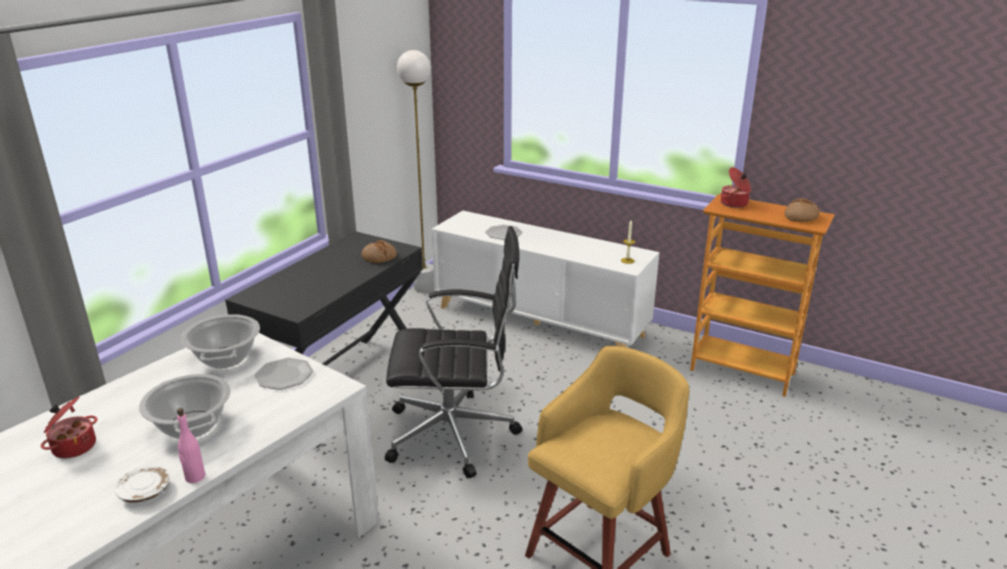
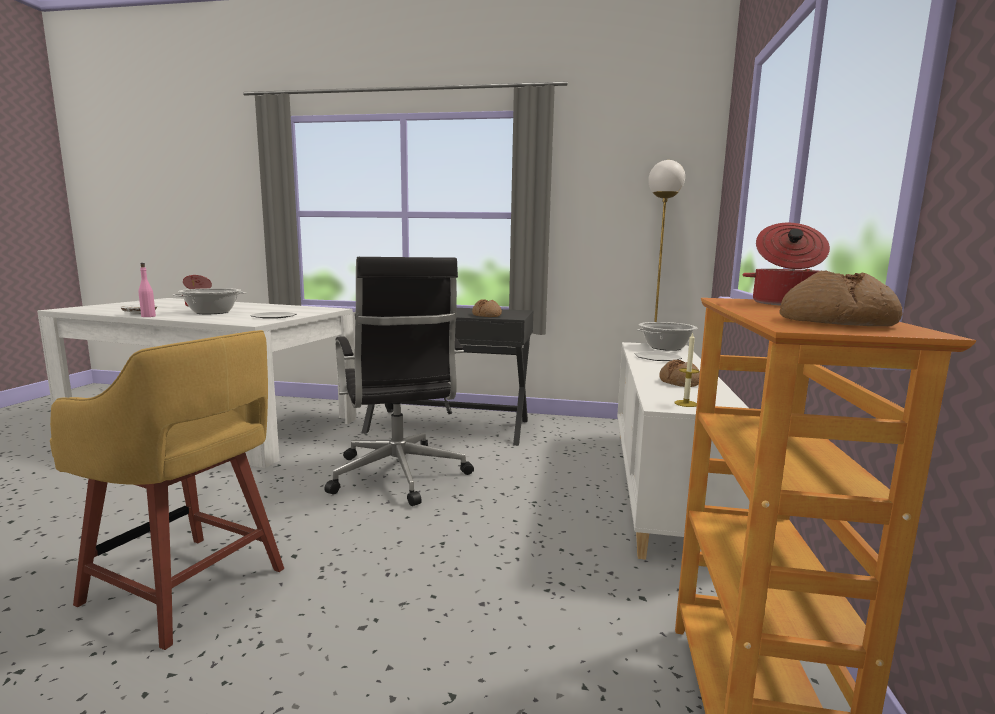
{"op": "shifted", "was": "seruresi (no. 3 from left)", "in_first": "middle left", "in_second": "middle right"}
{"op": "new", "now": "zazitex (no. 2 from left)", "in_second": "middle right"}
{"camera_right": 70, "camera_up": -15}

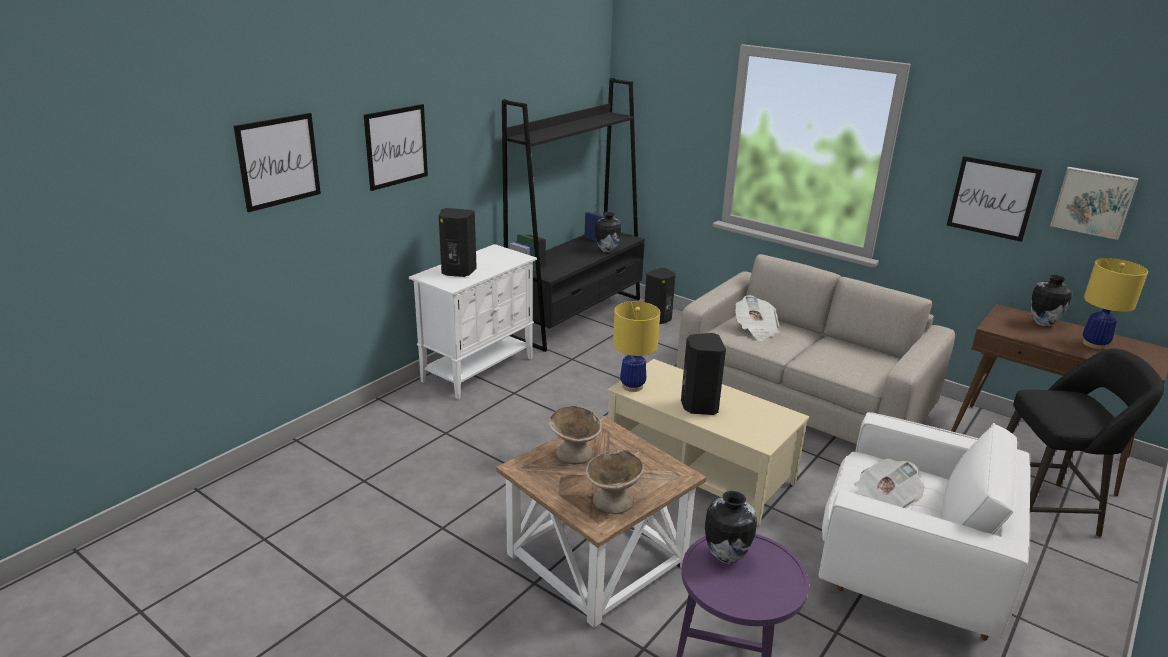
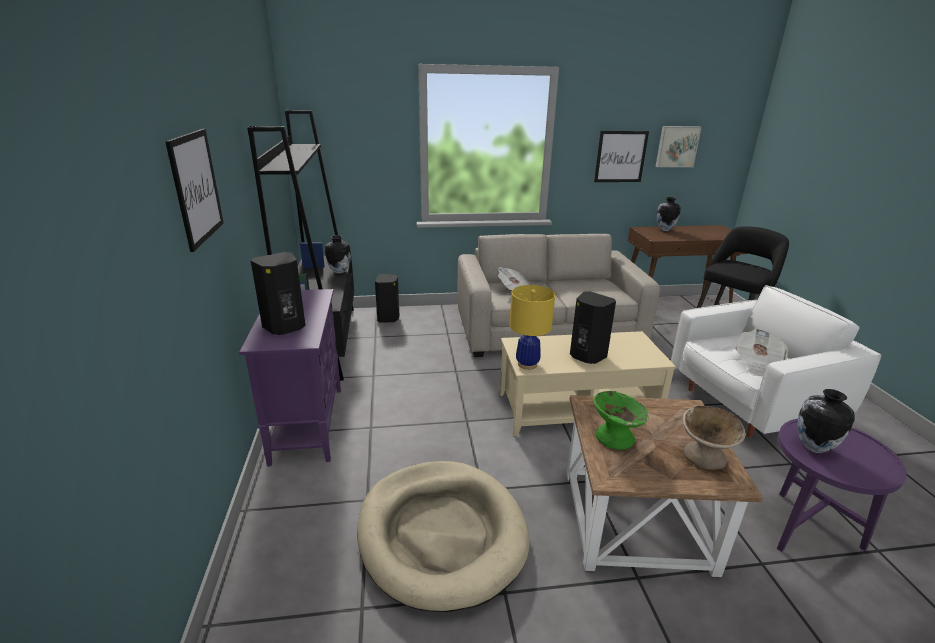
{"op": "repainted", "was": "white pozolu", "now": "purple pozolu", "in_first": "centre", "in_second": "middle left"}
{"op": "new", "now": "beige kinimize", "in_second": "bottom centre"}
{"op": "repainted", "was": "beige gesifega (no. 1 from left)", "now": "green gesifega", "in_first": "centre", "in_second": "centre"}
{"op": "gone", "was": "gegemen (no. 1 from left)", "in_first": "top left"}
{"op": "gone", "was": "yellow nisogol (no. 2 from left)", "in_first": "middle right"}
{"camera_right": -45, "camera_up": 0}

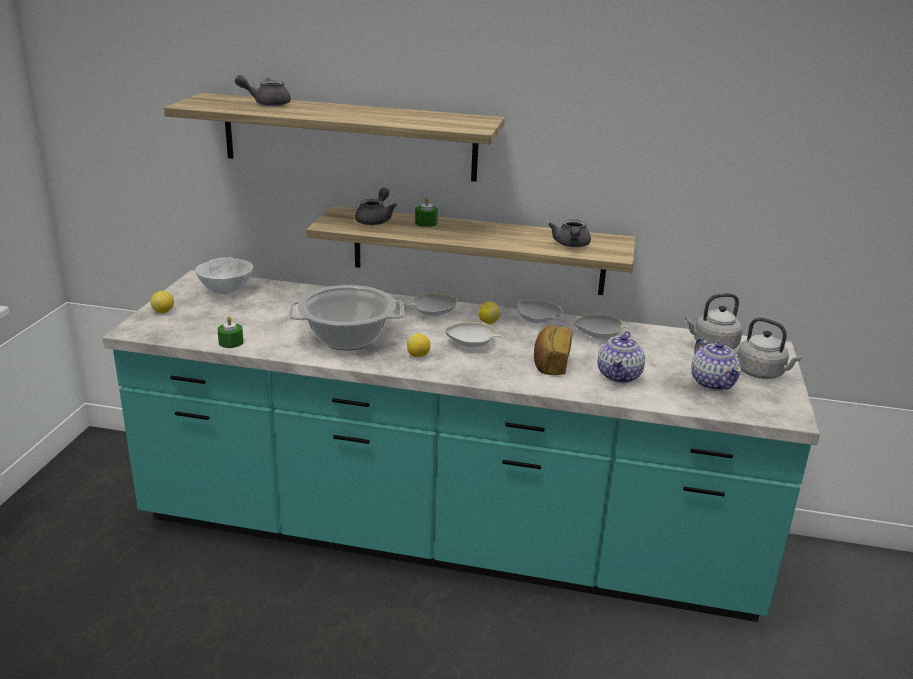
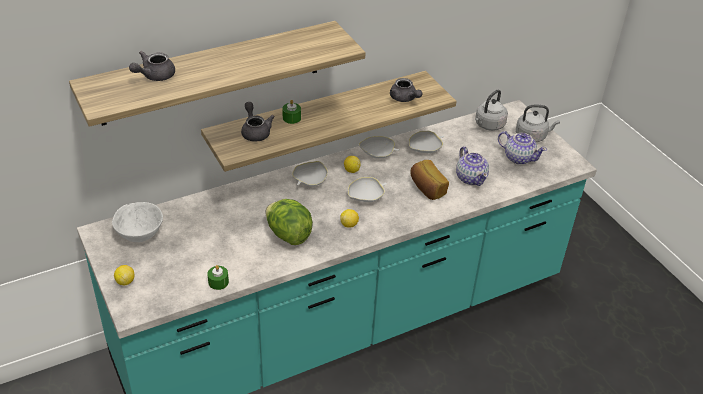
{"op": "swapped", "was": "seruresi", "now": "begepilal", "in_first": "centre", "in_second": "centre"}
{"camera_right": -40, "camera_up": 15}

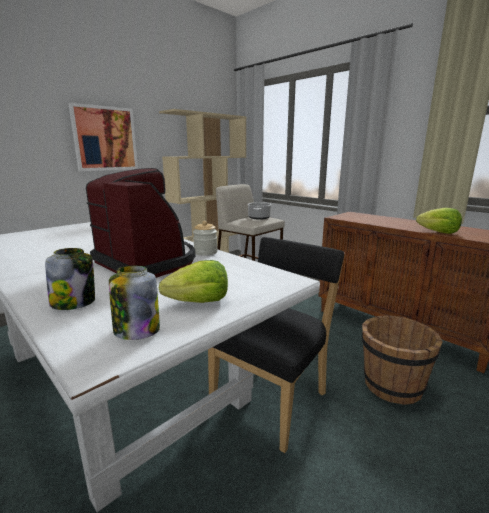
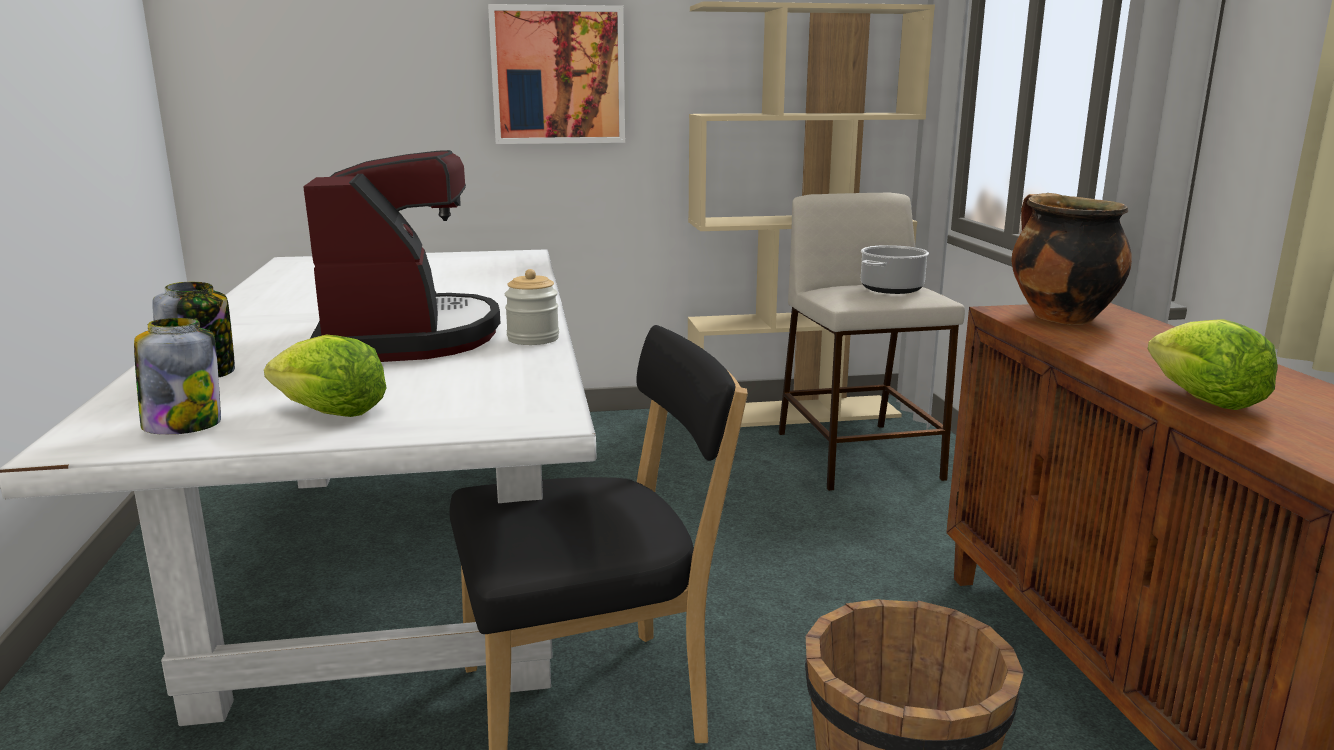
{"op": "new", "now": "seruresi (no. 2 from left)", "in_second": "middle right"}
{"camera_right": 35, "camera_up": 0}

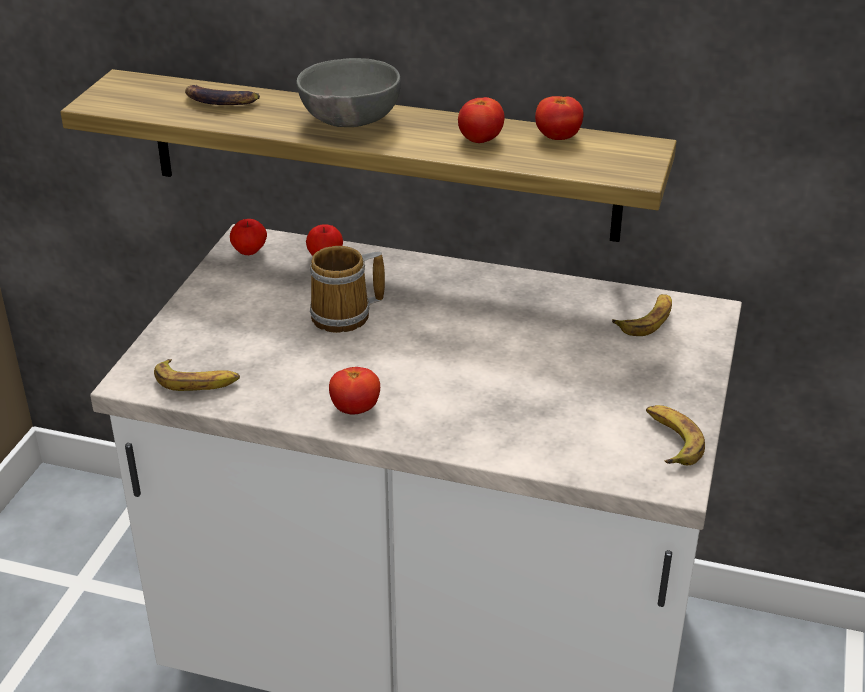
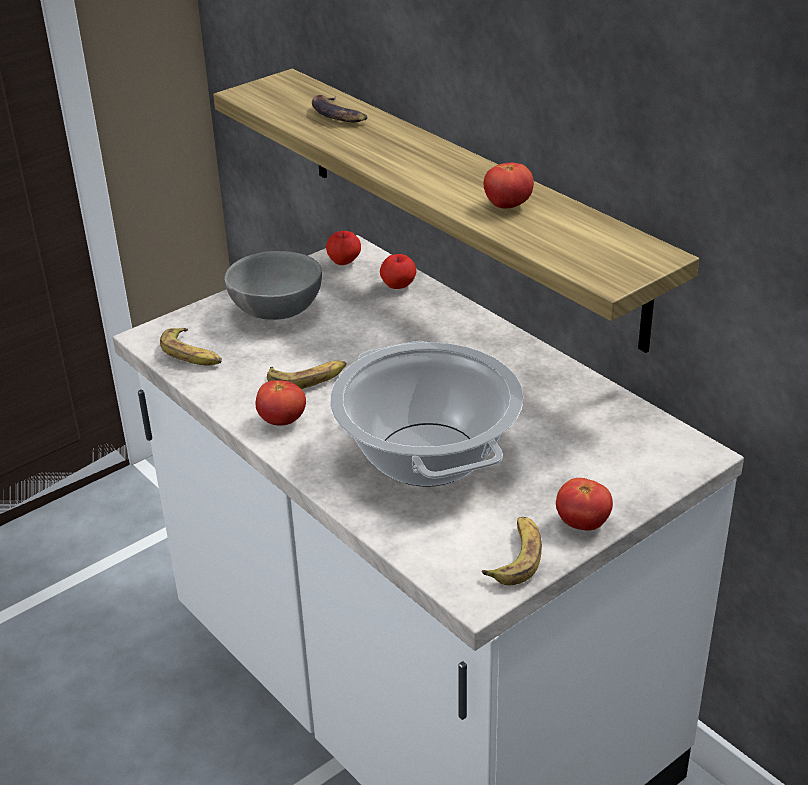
{"op": "shifted", "was": "grey gesifega", "in_first": "top centre", "in_second": "centre"}
{"op": "shifted", "was": "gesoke (no. 3 from left in the first image)", "now": "gesoke (no. 2 from left)", "in_first": "middle right", "in_second": "centre"}
{"op": "new", "now": "seruresi", "in_second": "centre"}
{"op": "shifted", "was": "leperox (no. 3 from left)", "in_first": "top centre", "in_second": "middle right"}
{"op": "gone", "was": "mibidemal", "in_first": "centre"}
{"camera_right": 35, "camera_up": 0}

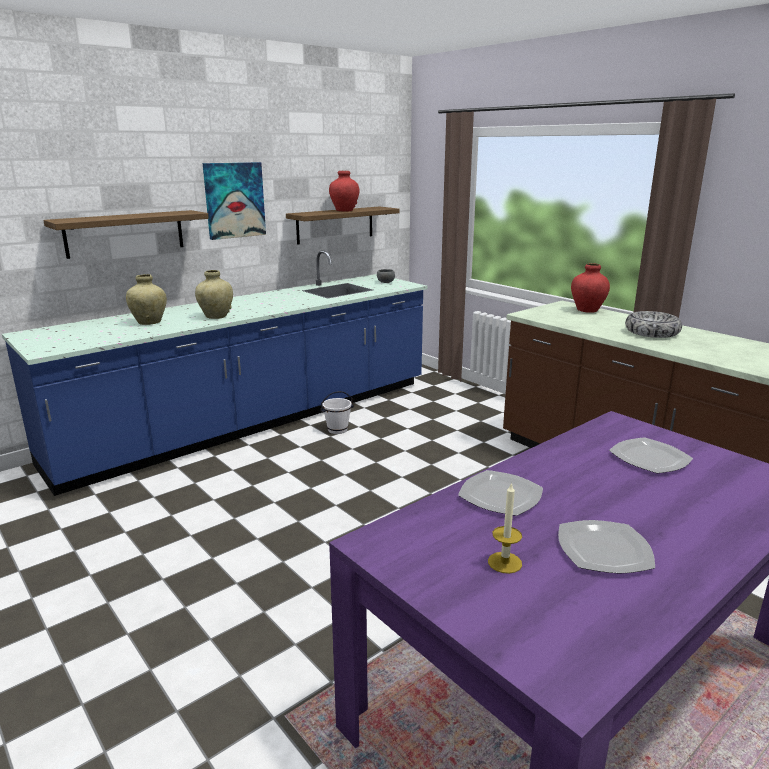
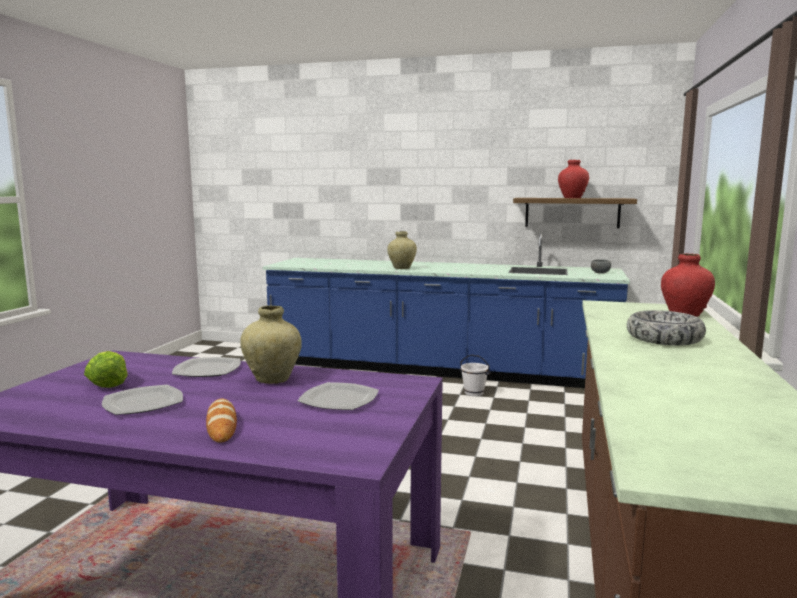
{"op": "swapped", "was": "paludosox", "now": "begepilal", "in_first": "bottom centre", "in_second": "middle left"}
{"op": "new", "now": "zazitex", "in_second": "bottom left"}
{"op": "shifted", "was": "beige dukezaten (no. 1 from left)", "in_first": "middle left", "in_second": "centre"}
{"op": "gone", "was": "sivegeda (no. 1 from left)", "in_first": "top left"}
{"op": "gone", "was": "gegemen", "in_first": "top left"}
{"camera_right": 55, "camera_up": -10}

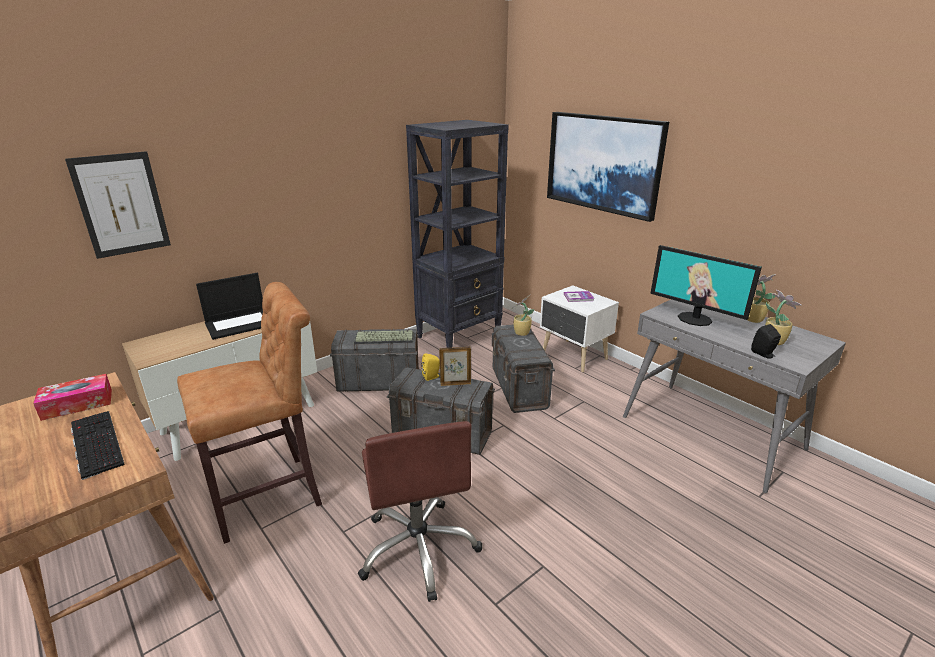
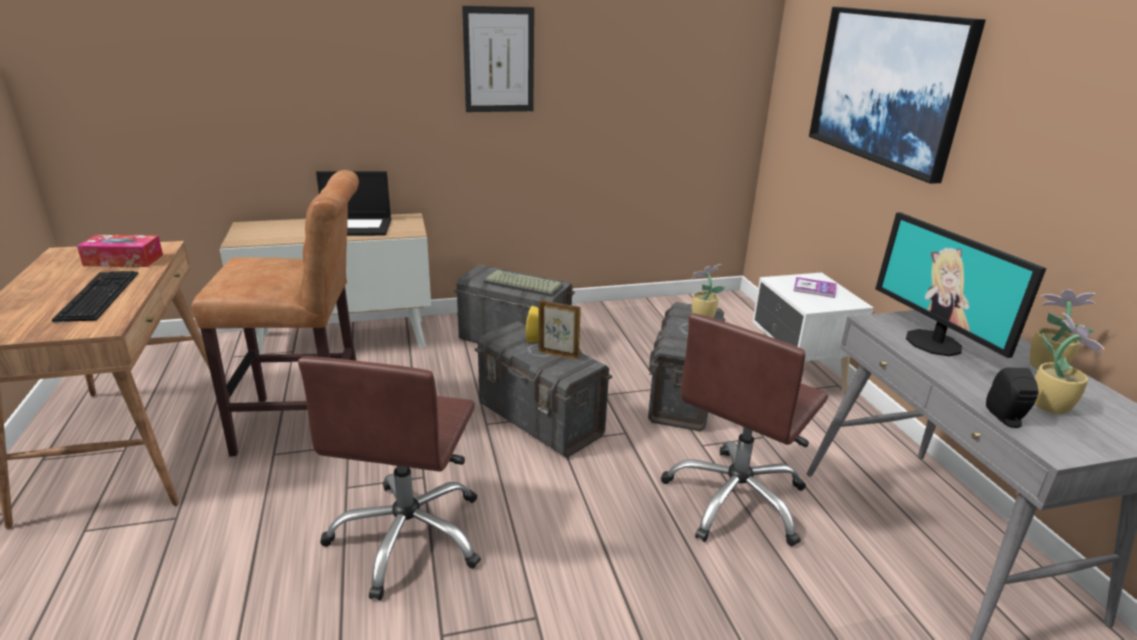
{"op": "shifted", "was": "gegemen (no. 1 from left)", "in_first": "top left", "in_second": "top centre"}
{"op": "new", "now": "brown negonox (no. 2 from left)", "in_second": "bottom centre"}
{"op": "gone", "was": "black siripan", "in_first": "centre"}
{"camera_right": 25, "camera_up": 0}

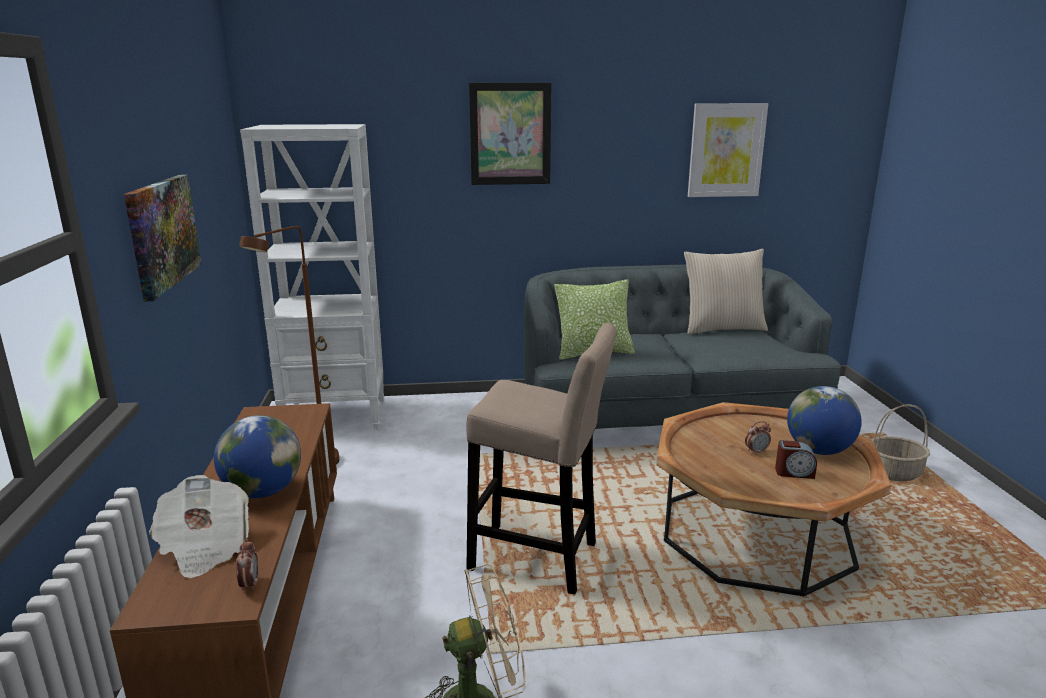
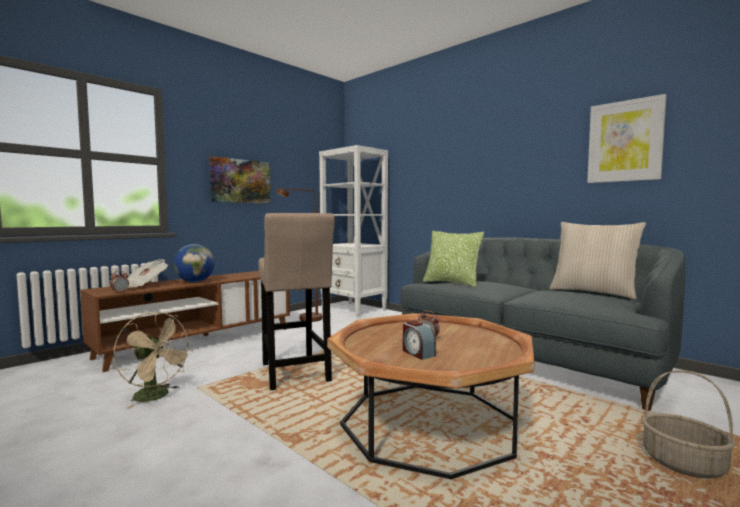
{"op": "gone", "was": "gegemen (no. 2 from left)", "in_first": "top centre"}
{"op": "gone", "was": "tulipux (no. 2 from left)", "in_first": "middle right"}
{"camera_right": 50, "camera_up": -15}

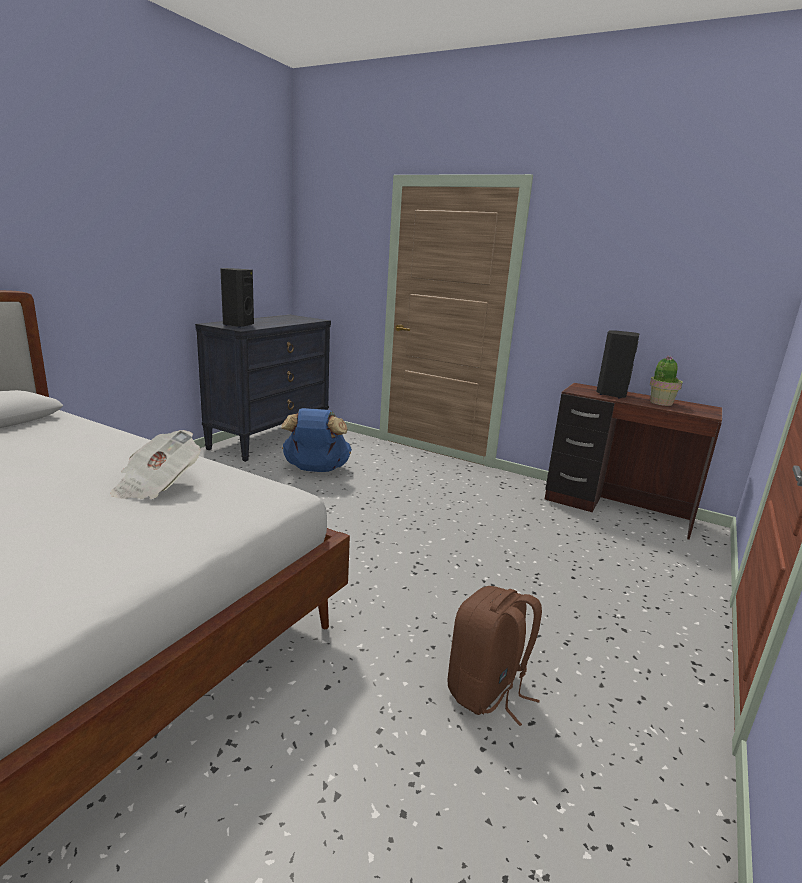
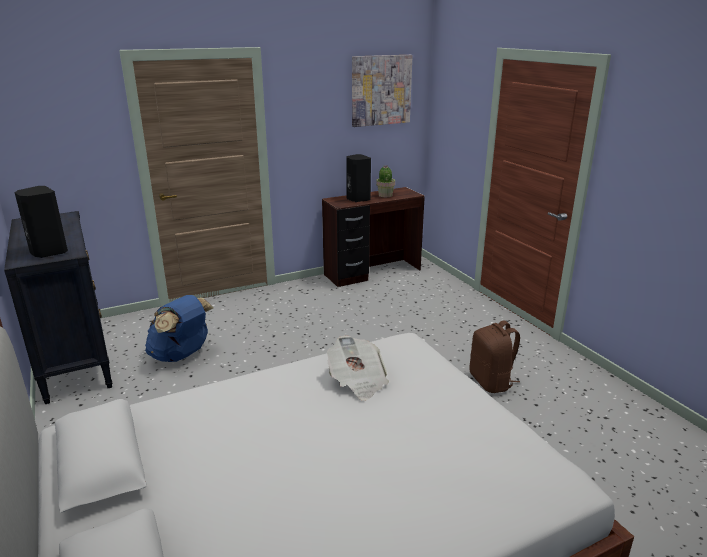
{"op": "new", "now": "gegemen", "in_second": "top centre"}
{"camera_right": -55, "camera_up": 5}

